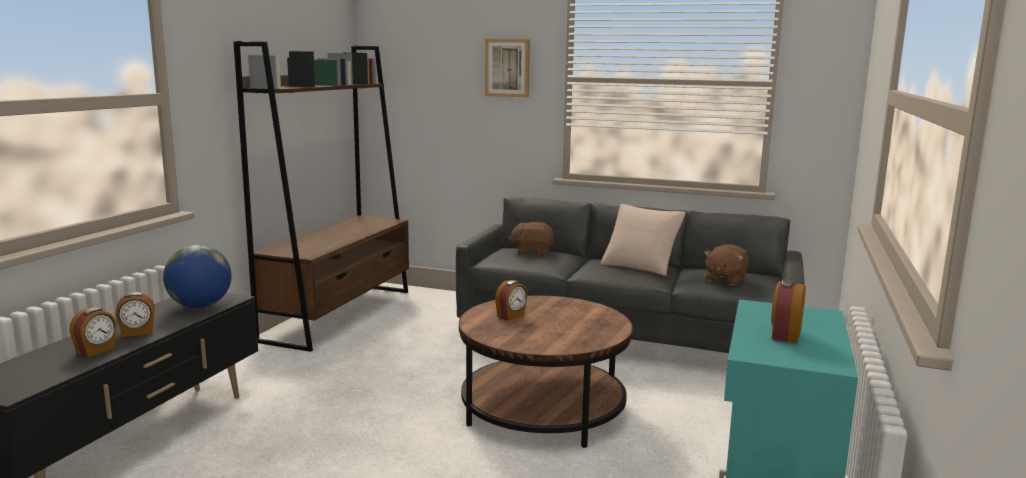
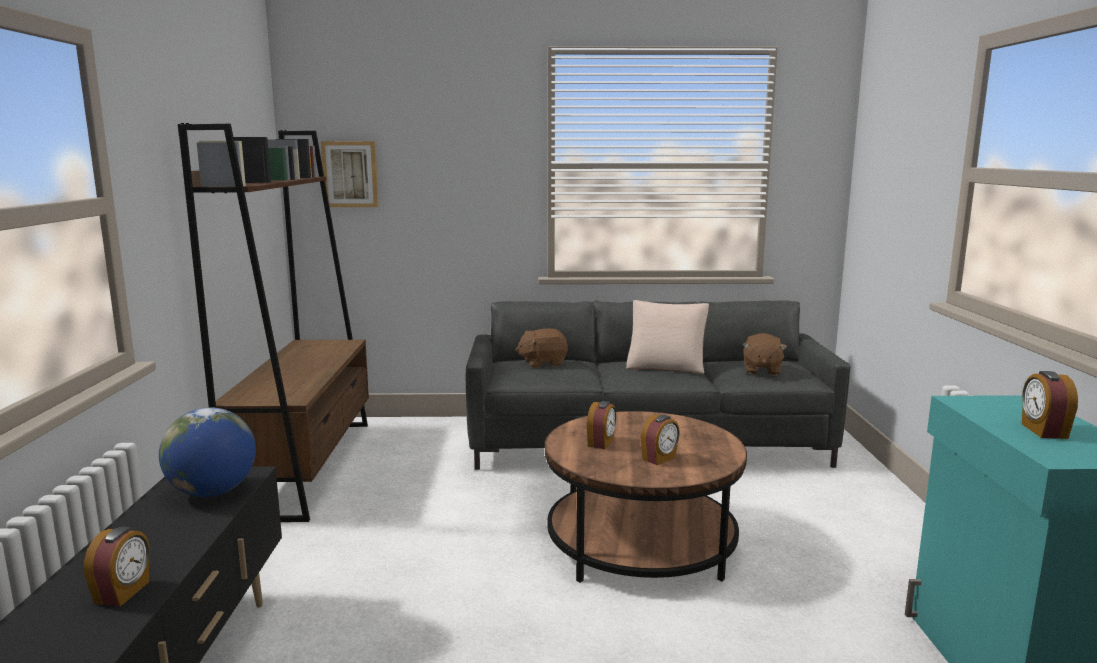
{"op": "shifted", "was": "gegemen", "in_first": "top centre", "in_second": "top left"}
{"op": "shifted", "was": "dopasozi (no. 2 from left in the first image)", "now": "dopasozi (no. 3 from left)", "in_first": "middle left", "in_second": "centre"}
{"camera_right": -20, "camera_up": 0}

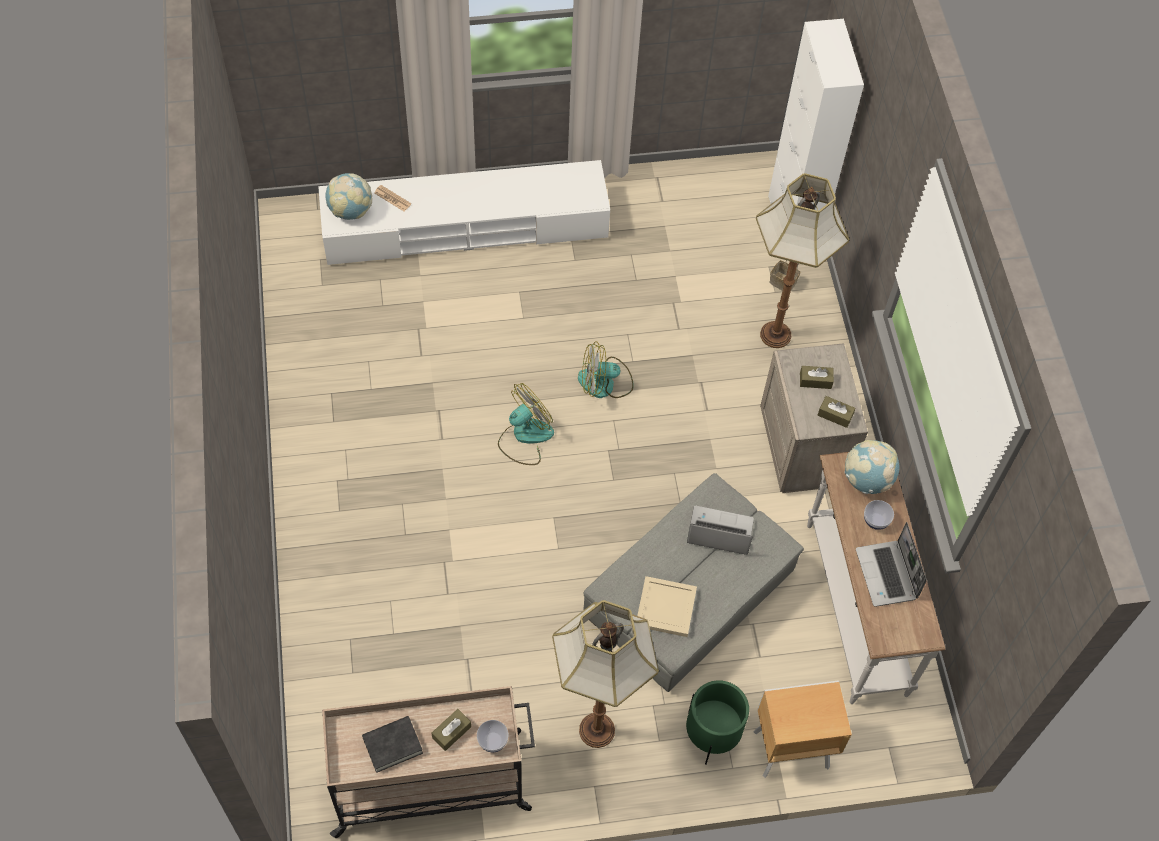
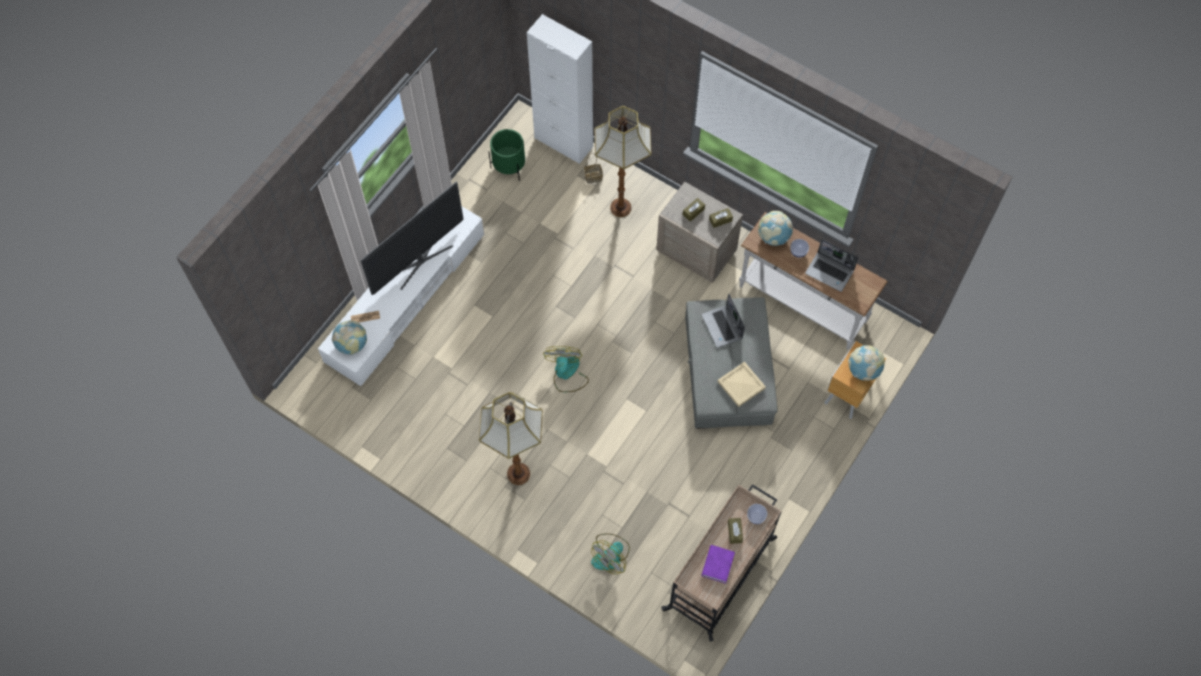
{"op": "new", "now": "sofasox", "in_second": "centre"}
{"op": "shifted", "was": "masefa (no. 1 from left)", "in_first": "bottom centre", "in_second": "centre"}
{"op": "shifted", "was": "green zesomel", "in_first": "bottom centre", "in_second": "top centre"}
{"op": "shifted", "was": "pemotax (no. 2 from left)", "in_first": "centre", "in_second": "bottom centre"}
{"op": "repainted", "was": "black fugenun", "now": "purple fugenun", "in_first": "bottom centre", "in_second": "bottom centre"}
{"op": "rotated", "was": "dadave (no. 1 from left)", "in_first": "centre", "in_second": "centre", "clockwise": -75}
{"op": "new", "now": "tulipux (no. 3 from left)", "in_second": "middle right"}
{"camera_right": -45, "camera_up": 5}

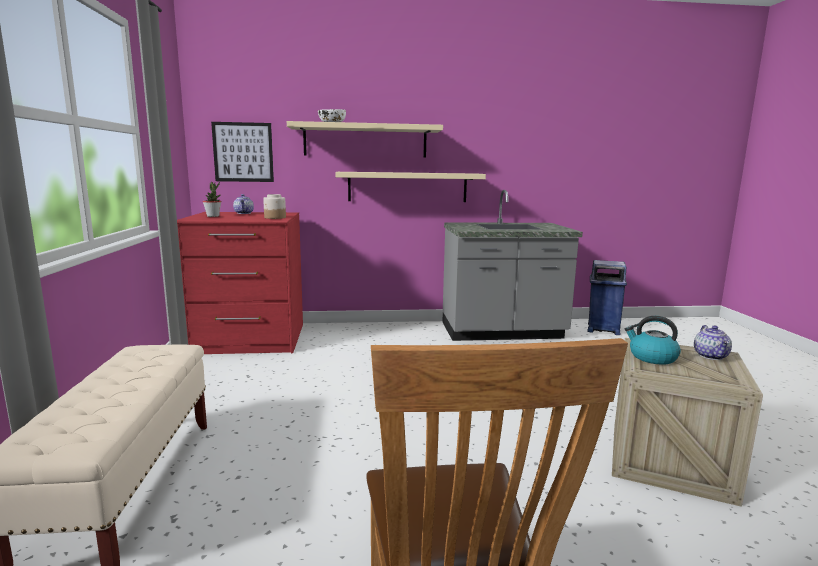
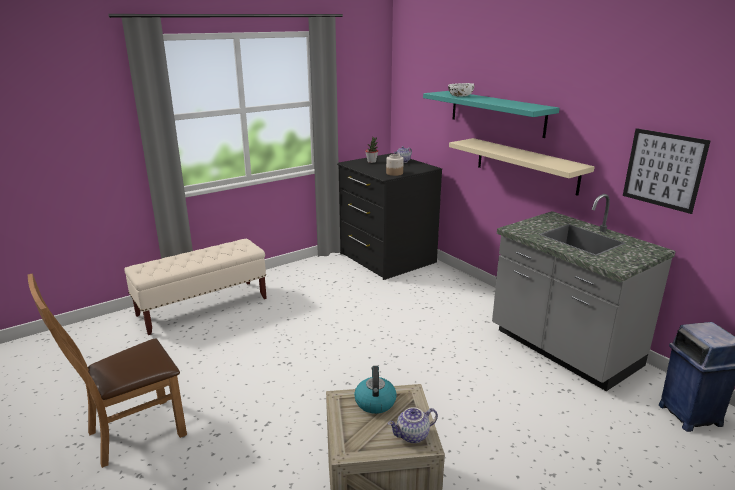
{"op": "repainted", "was": "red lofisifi", "now": "black lofisifi", "in_first": "middle left", "in_second": "centre"}
{"op": "repainted", "was": "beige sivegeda (no. 1 from left)", "now": "turquoise sivegeda", "in_first": "top centre", "in_second": "top right"}
{"op": "shifted", "was": "gegemen", "in_first": "top left", "in_second": "middle right"}
{"camera_right": 60, "camera_up": 10}

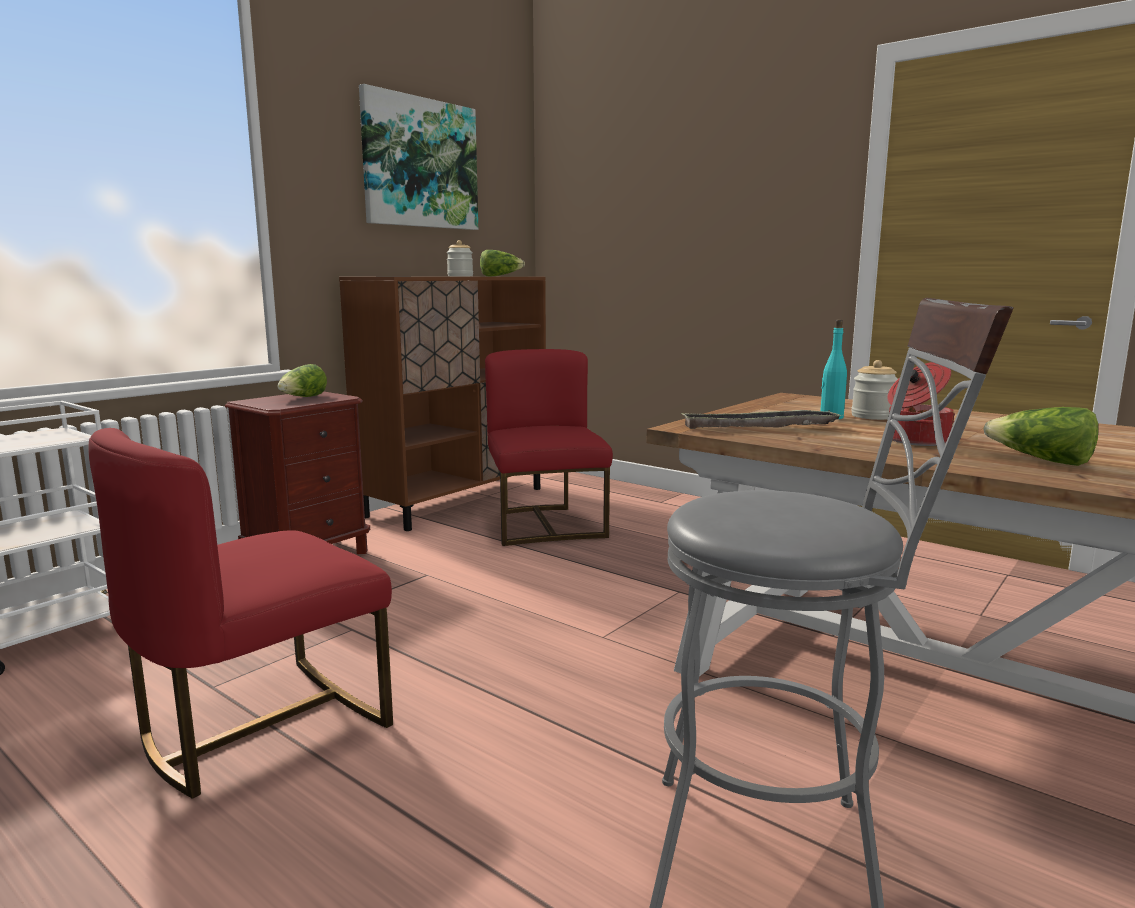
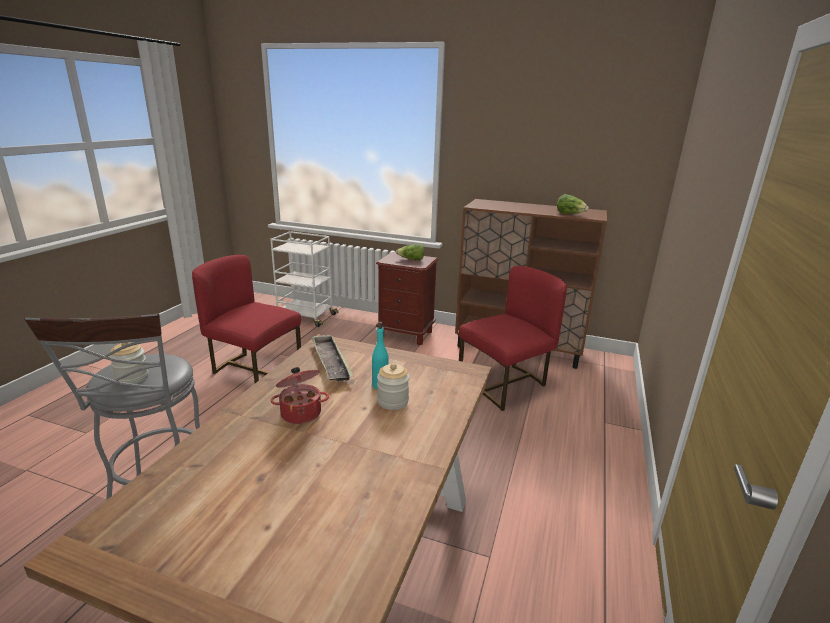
{"op": "shifted", "was": "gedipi (no. 1 from left)", "in_first": "top centre", "in_second": "middle left"}
{"op": "gone", "was": "gegemen", "in_first": "top centre"}
{"op": "gone", "was": "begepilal (no. 3 from left)", "in_first": "middle right"}
{"camera_right": 70, "camera_up": 10}

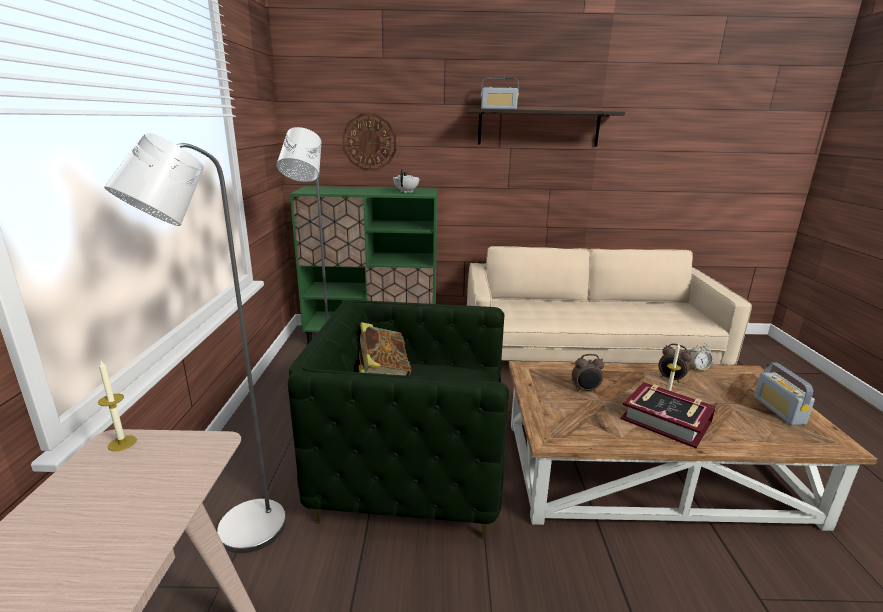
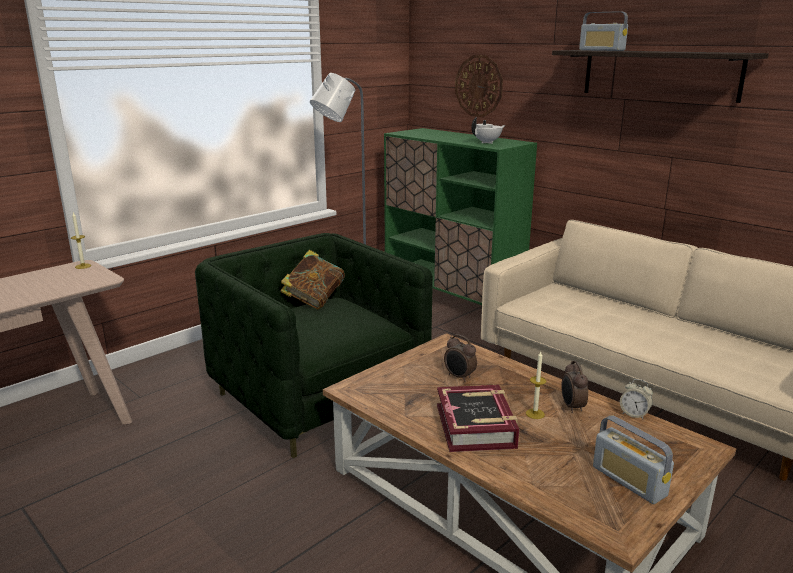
{"op": "rotated", "was": "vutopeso (no. 2 from left)", "in_first": "middle right", "in_second": "bottom right", "clockwise": -75}
{"op": "gone", "was": "grey masefa (no. 1 from left)", "in_first": "middle left"}
{"camera_right": 45, "camera_up": 0}

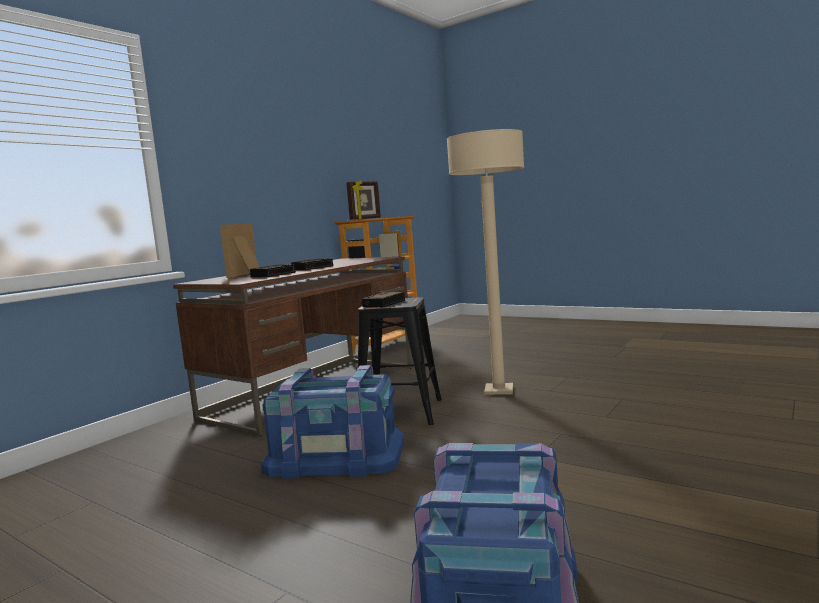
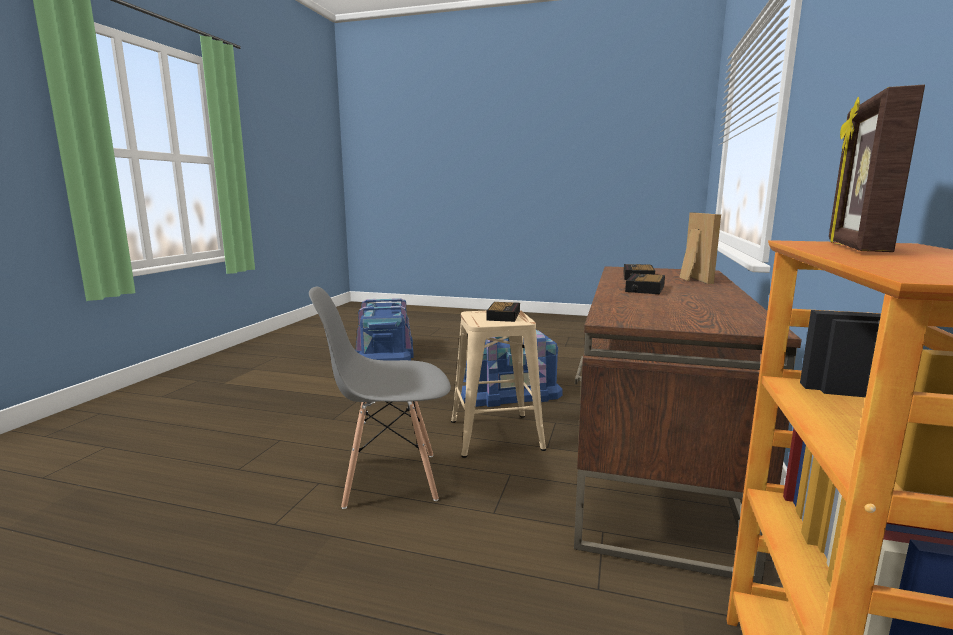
{"op": "swapped", "was": "beige masefa", "now": "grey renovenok", "in_first": "centre", "in_second": "centre"}
{"op": "repainted", "was": "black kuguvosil", "now": "beige kuguvosil", "in_first": "centre", "in_second": "centre"}
{"camera_right": 160, "camera_up": 5}

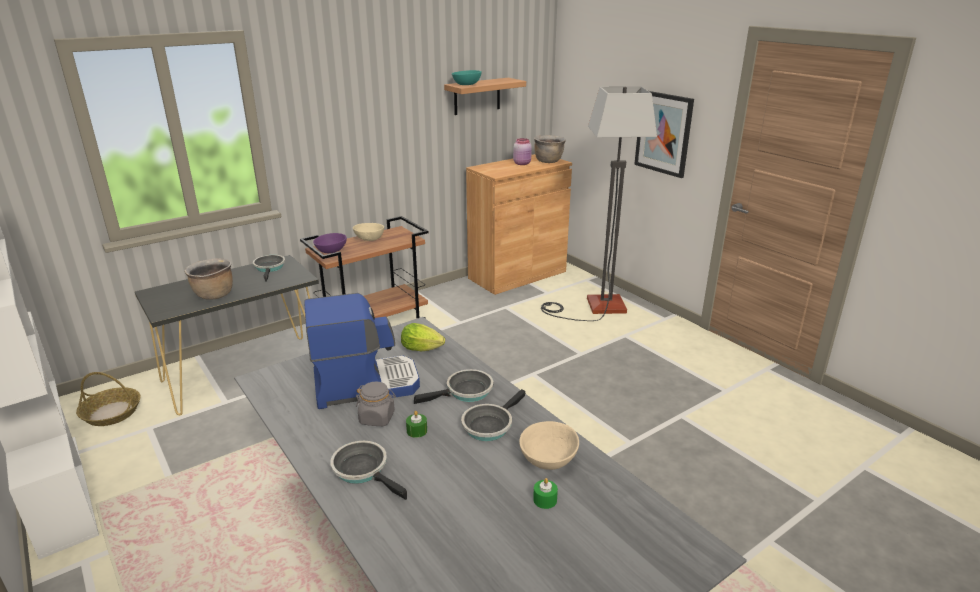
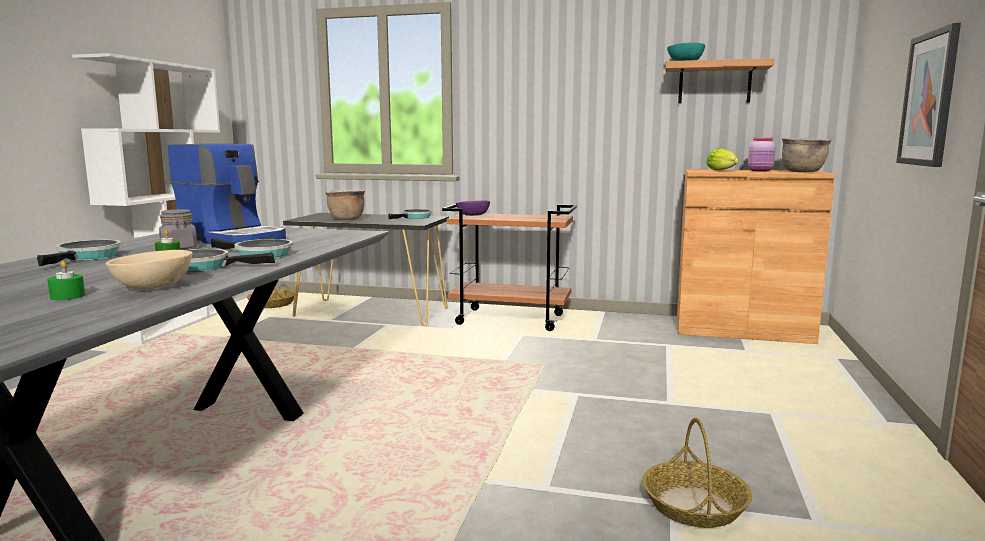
{"op": "new", "now": "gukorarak (no. 2 from left)", "in_second": "bottom right"}
{"op": "shifted", "was": "begepilal", "in_first": "centre", "in_second": "top right"}
{"op": "gone", "was": "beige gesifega (no. 1 from left)", "in_first": "centre"}
{"op": "gone", "was": "masefa", "in_first": "centre"}
{"camera_right": 50, "camera_up": -15}

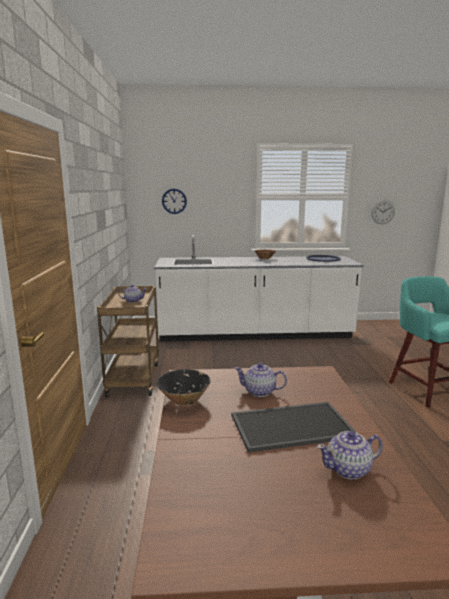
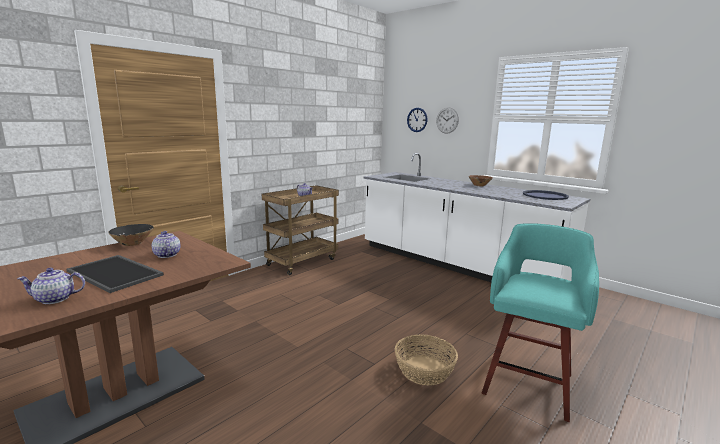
{"op": "rotated", "was": "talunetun (no. 3 from left in the first image)", "in_first": "bottom right", "in_second": "middle left", "clockwise": -45}
{"op": "new", "now": "gukorarak", "in_second": "bottom centre"}
{"op": "shifted", "was": "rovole (no. 2 from left)", "in_first": "middle right", "in_second": "top centre"}
{"camera_right": 45, "camera_up": 0}

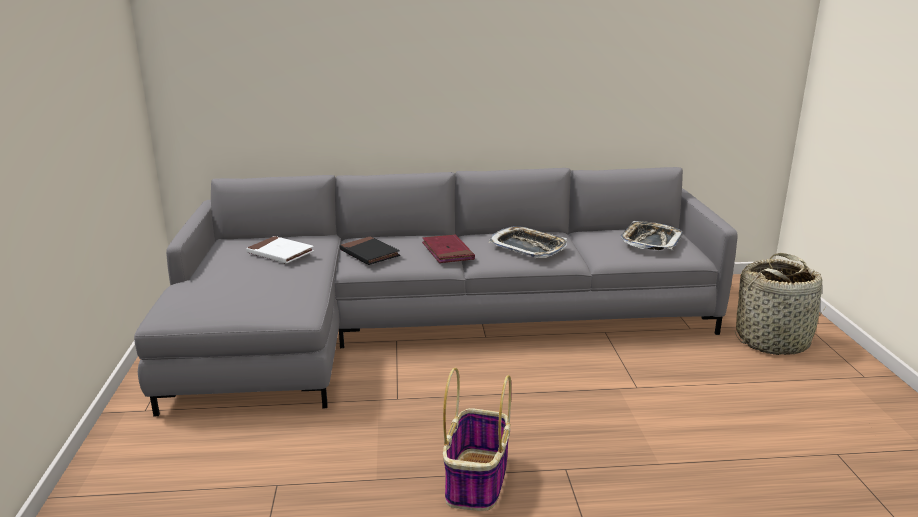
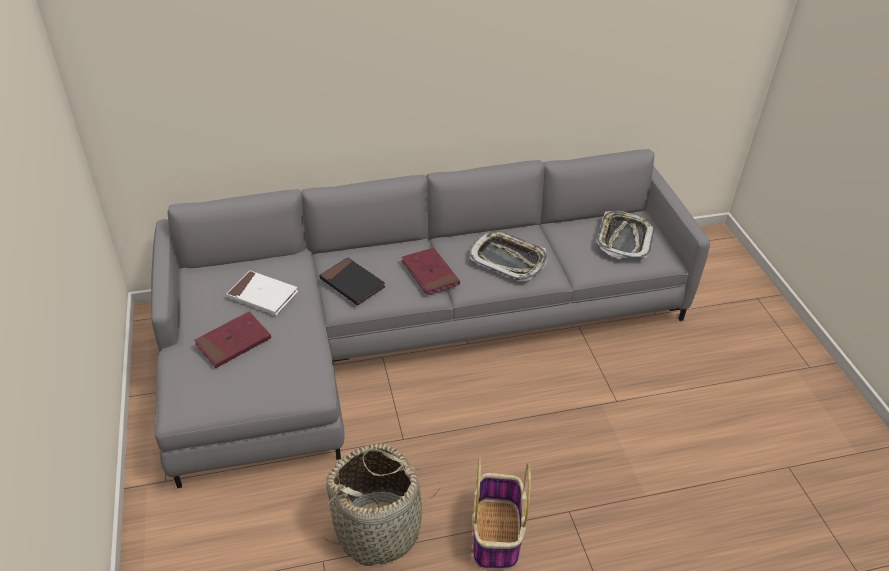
{"op": "new", "now": "red fugenun (no. 1 from left)", "in_second": "middle left"}
{"op": "shifted", "was": "gukorarak (no. 2 from left in the first image)", "now": "gukorarak (no. 1 from left)", "in_first": "middle right", "in_second": "bottom centre"}
{"camera_right": -10, "camera_up": 20}

